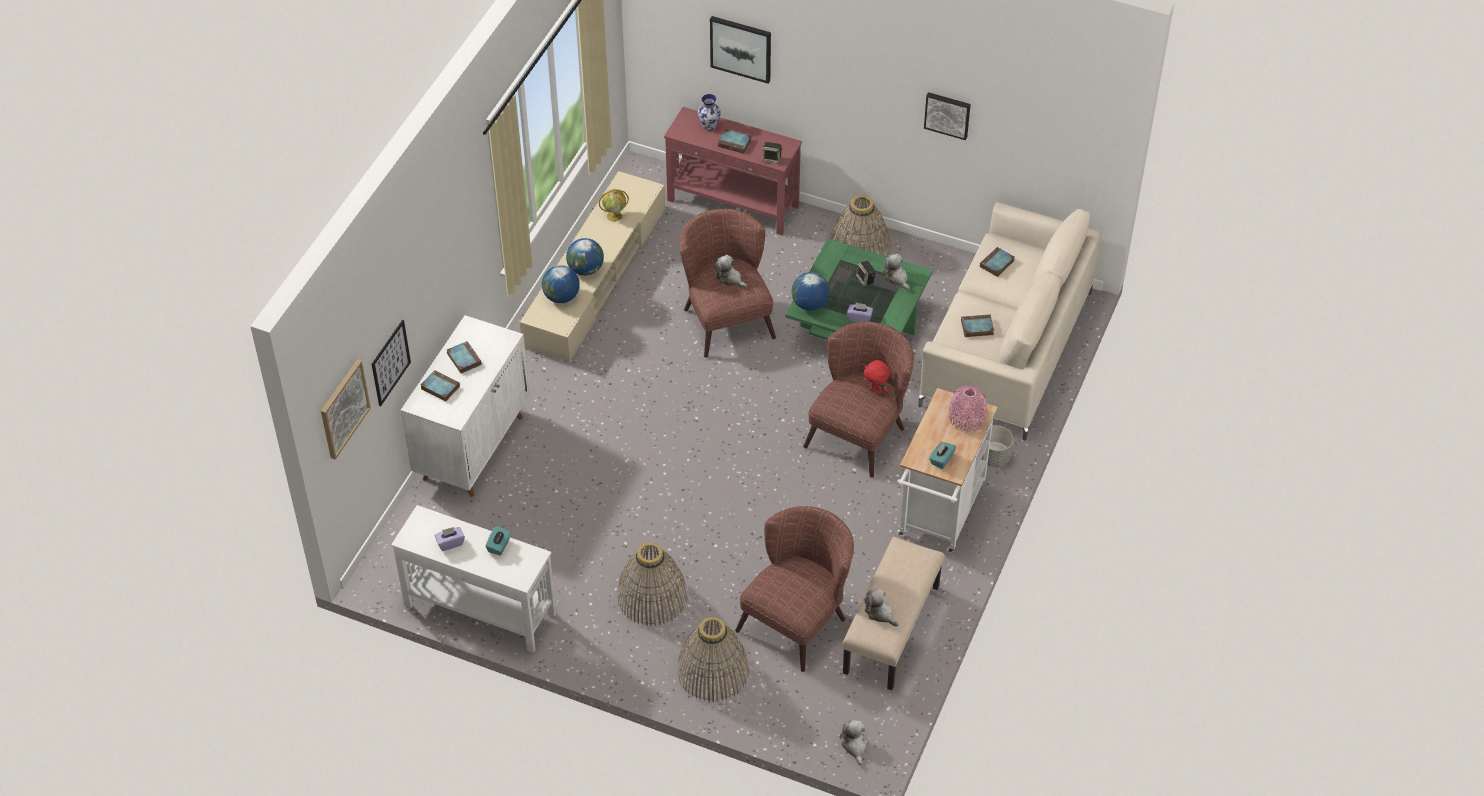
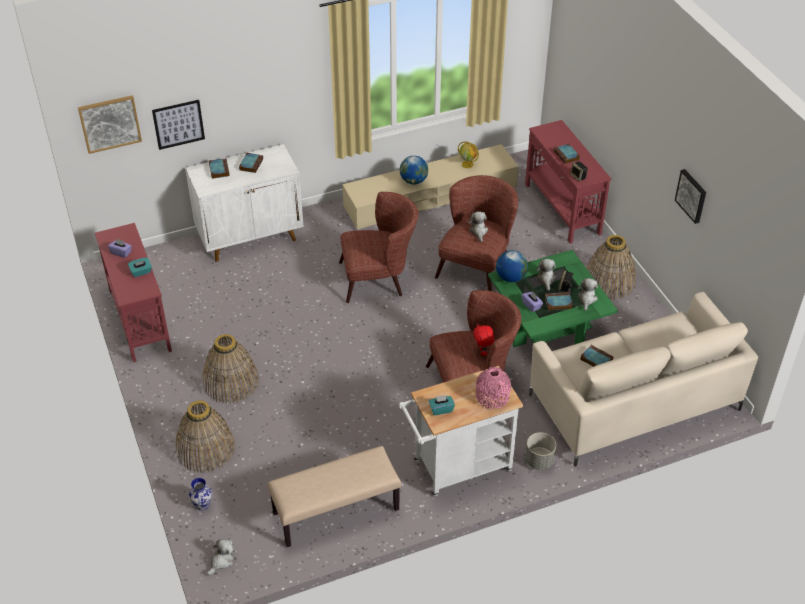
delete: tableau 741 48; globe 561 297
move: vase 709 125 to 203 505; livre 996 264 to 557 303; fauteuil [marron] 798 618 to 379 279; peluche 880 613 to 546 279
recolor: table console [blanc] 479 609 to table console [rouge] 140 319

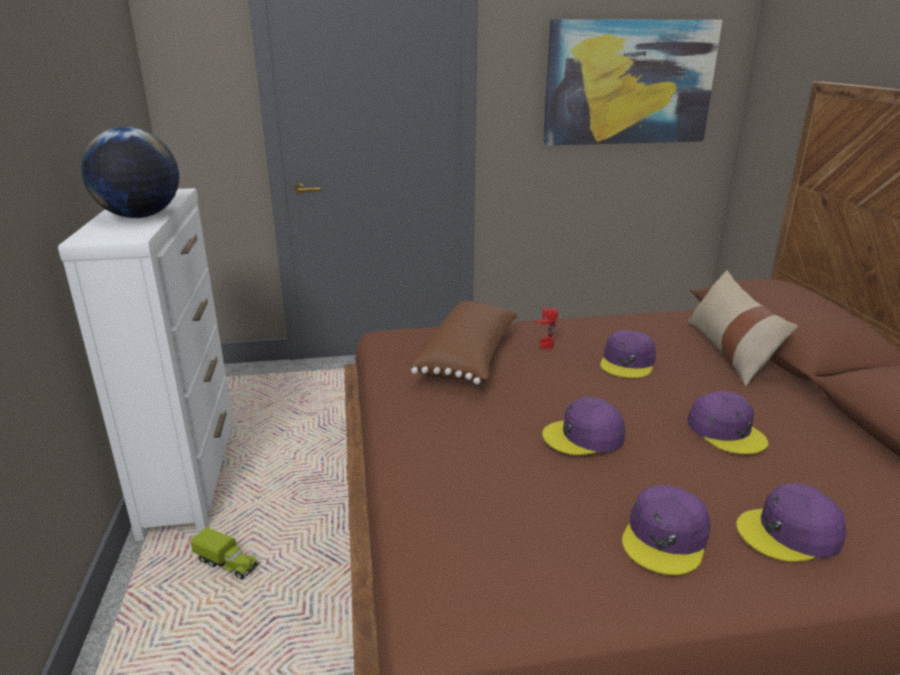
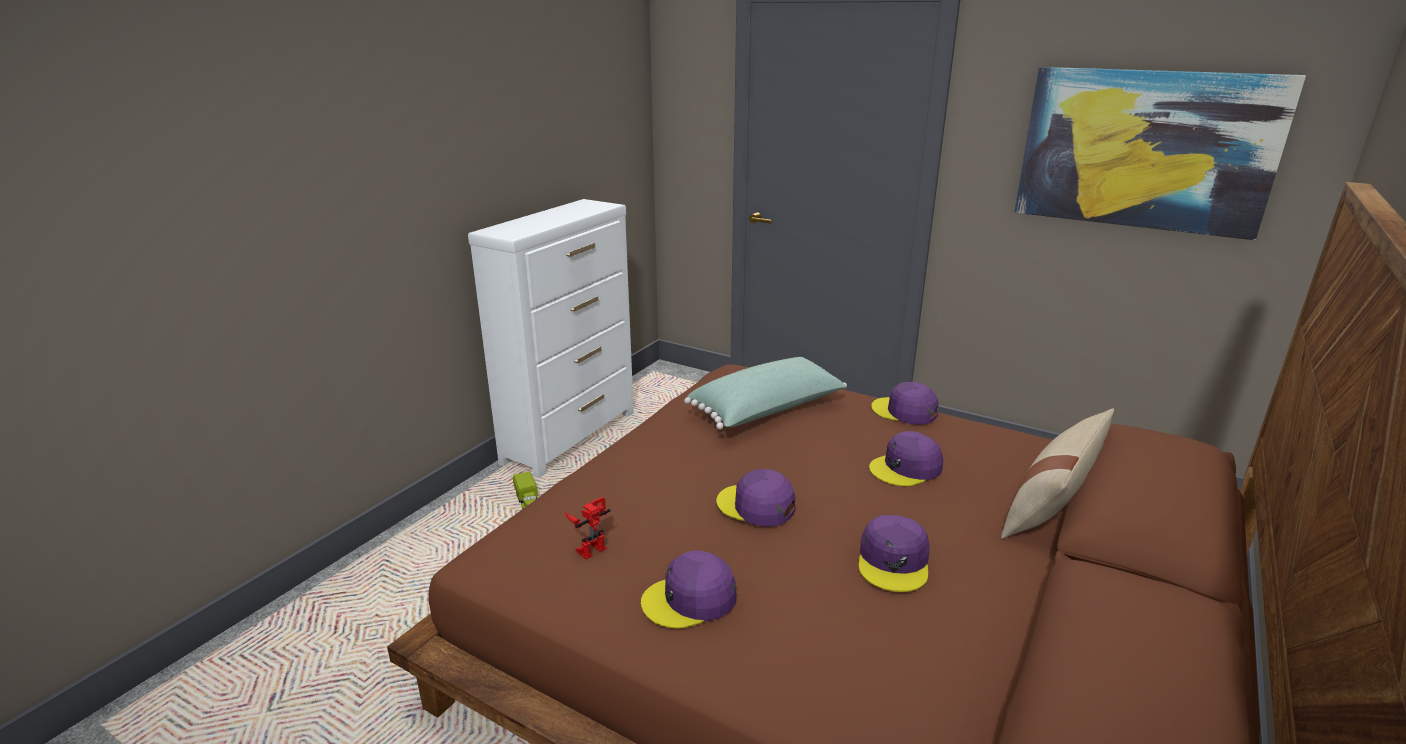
delete: globe 140 216
move: robot jouet 543 344 to 590 547; casquette [violet] 789 533 to 904 411
recolor: coussin [marron] 469 358 to coussin [vert] 768 411

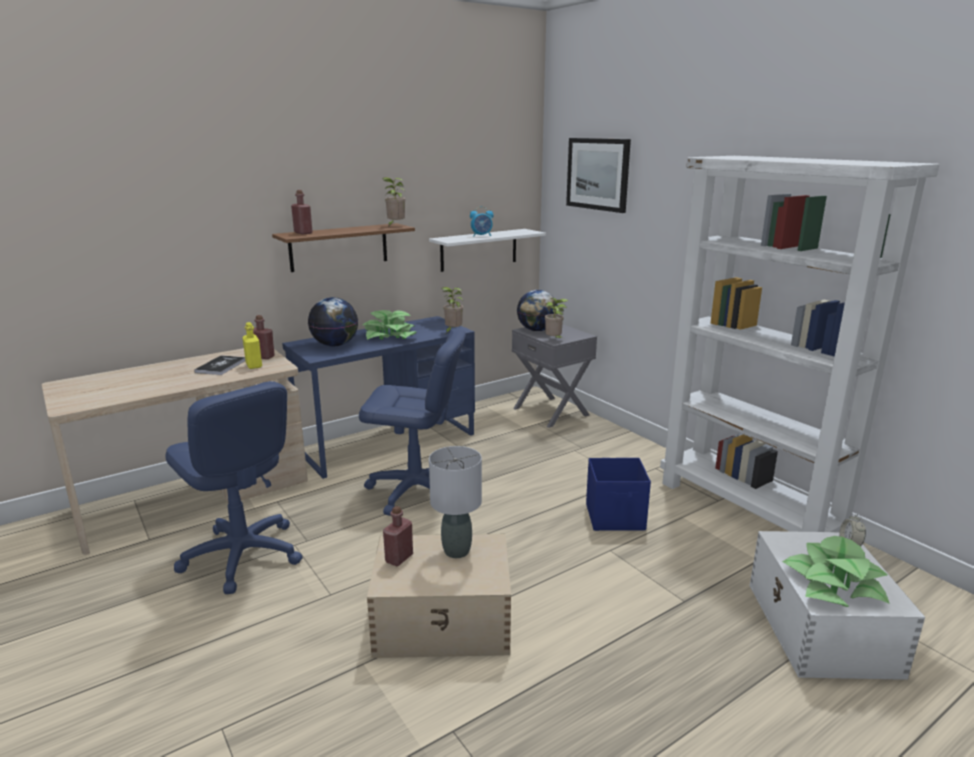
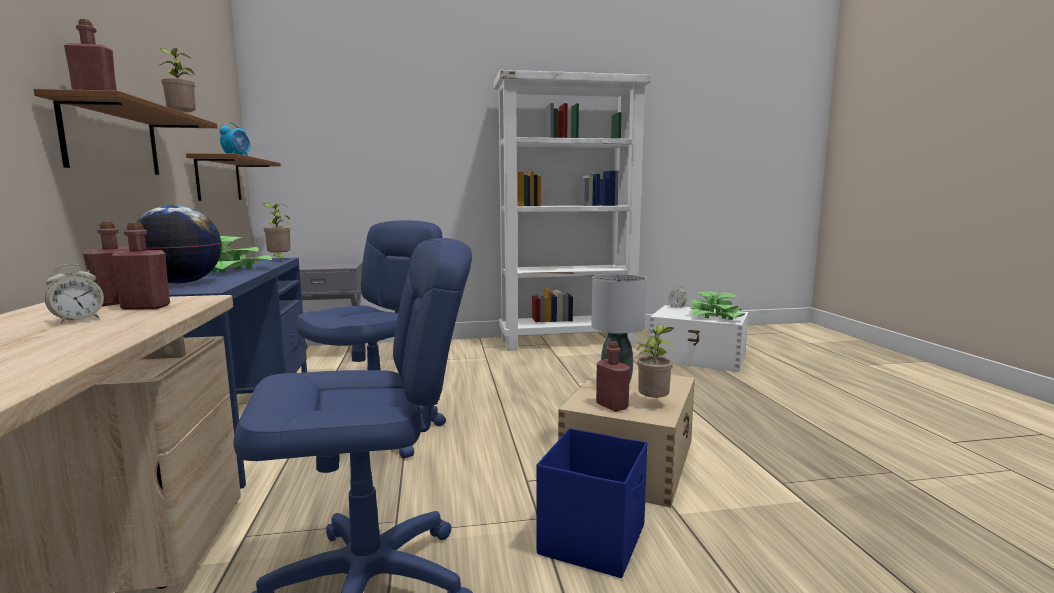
delete: tableau 598 174; globe 536 330
move: plante en pot 554 340 to 654 403; boîte de rangement [bleu] 616 517 to 593 539
replace: livre 221 366 to réveil 77 320
recolor: étagère [blanc] 479 250 to étagère [marron] 219 179; bouteille [jaune] 254 365 to bouteille [rouge] 145 307

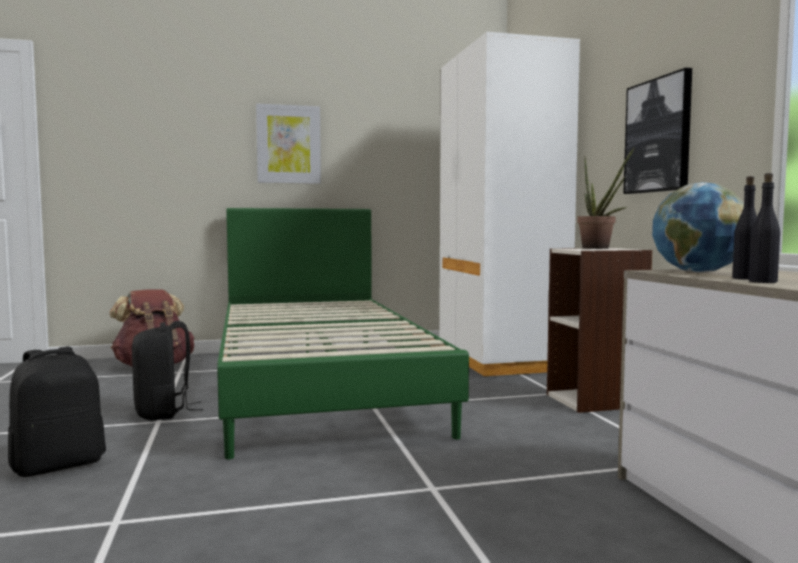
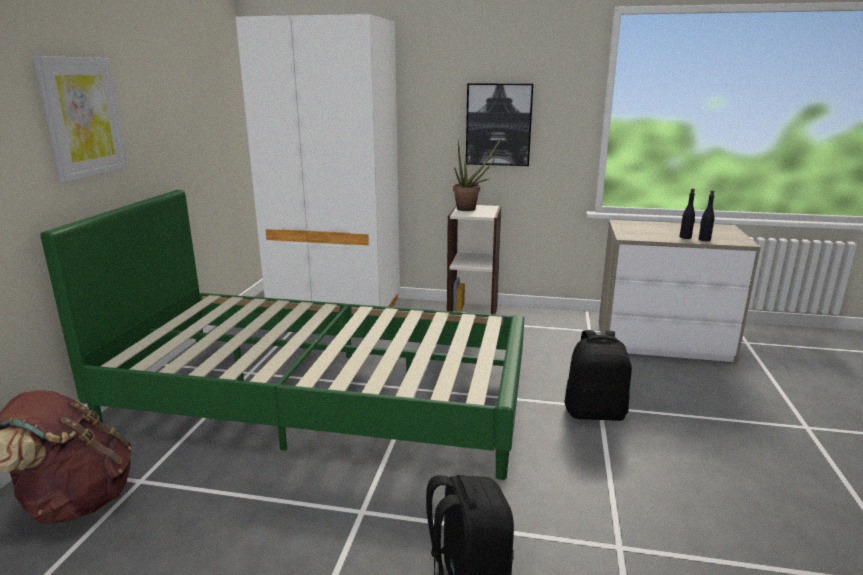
delete: globe 697 272
move: sac à dos [noir] 164 413 to 595 412

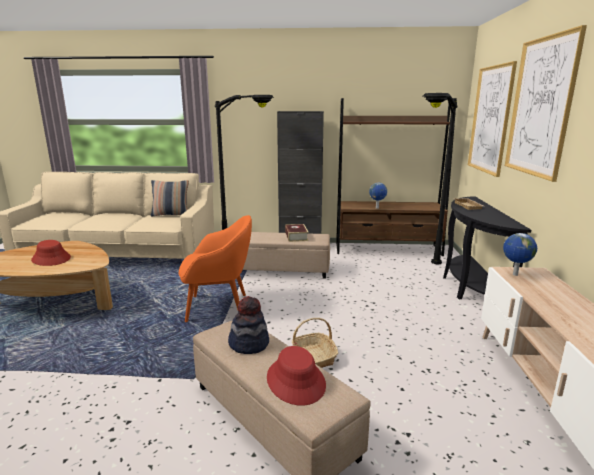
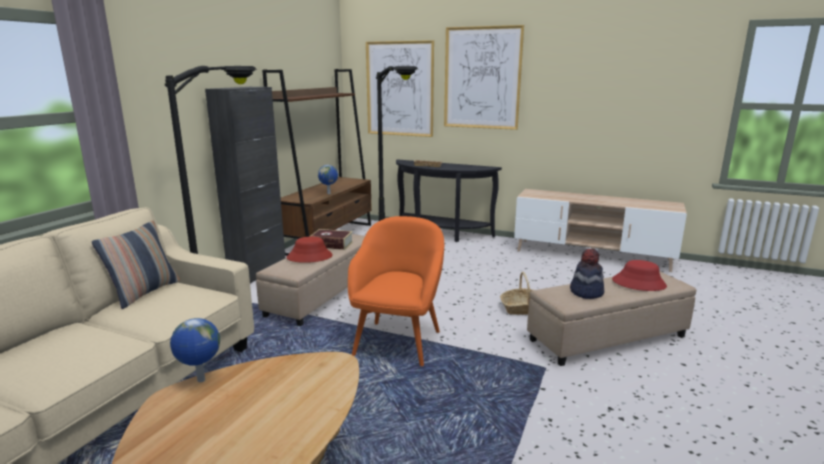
move: globe 514 274 to 200 380; chapeau [rouge] 51 259 to 309 257

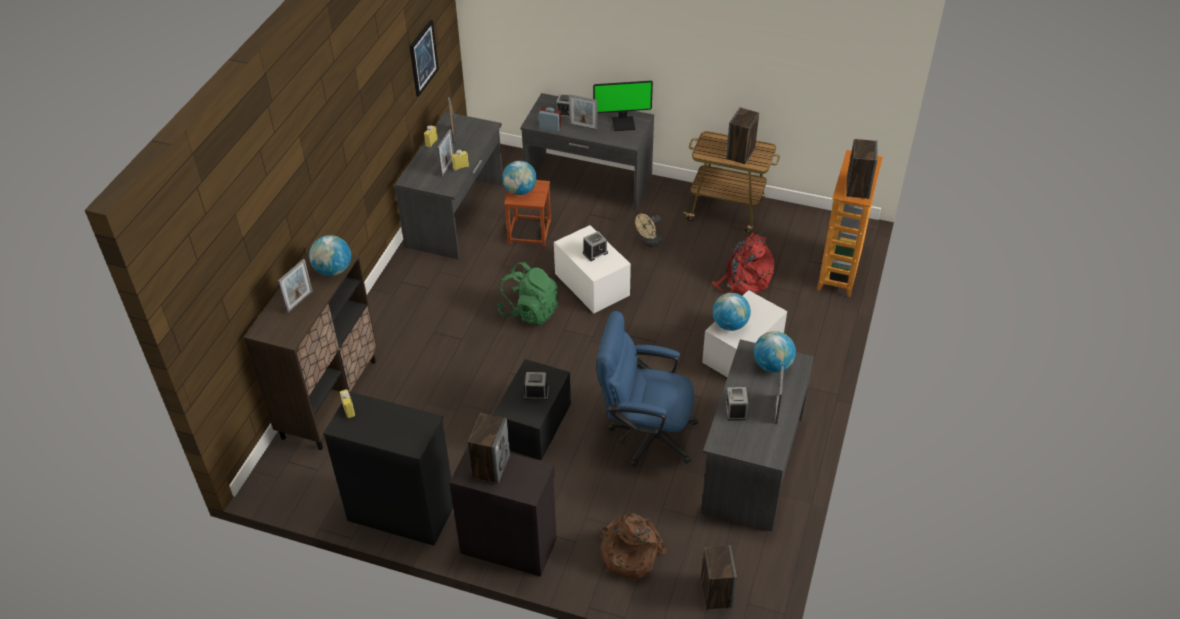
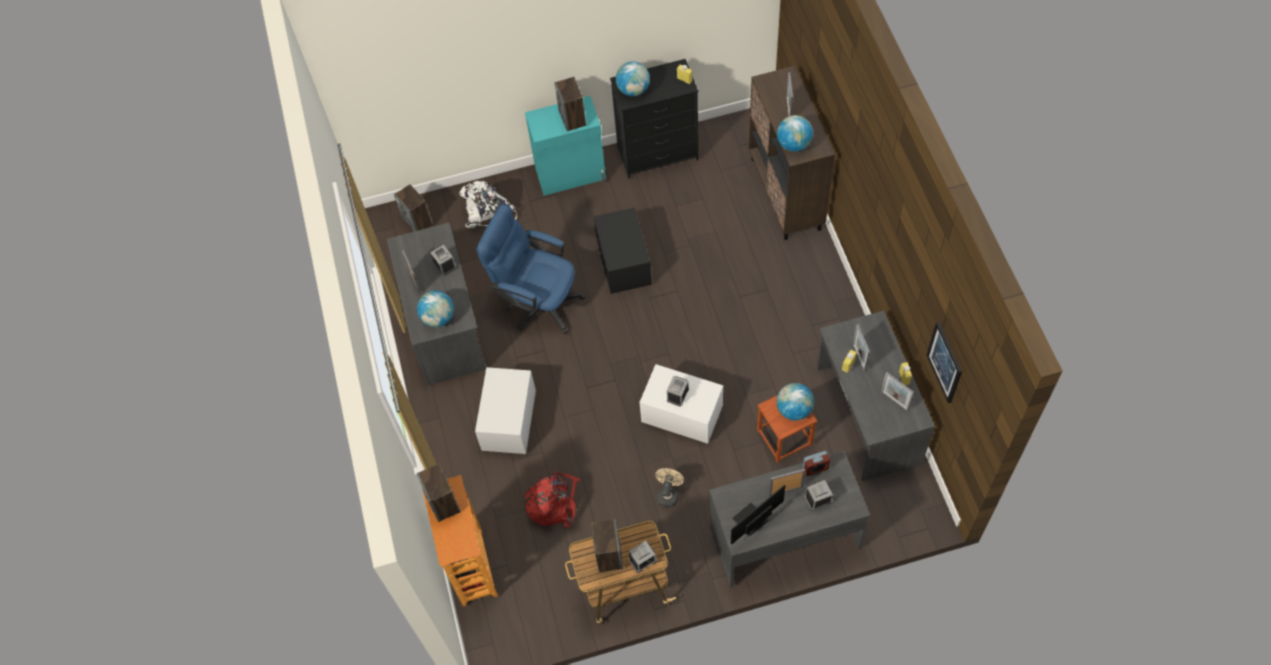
delete: sac à dos [vert] 529 311
move: globe 729 324 to 633 89; réveil 536 393 to 643 560
recolor: meuble de rangement [noir] 508 544 to meuble de rangement [turquoise] 571 174; sac à dos [marron] 628 553 to sac à dos [blanc] 490 213
rotate: chaise de bureau [bleu] 645 434 = 537 302 135 degrees counterclockwise

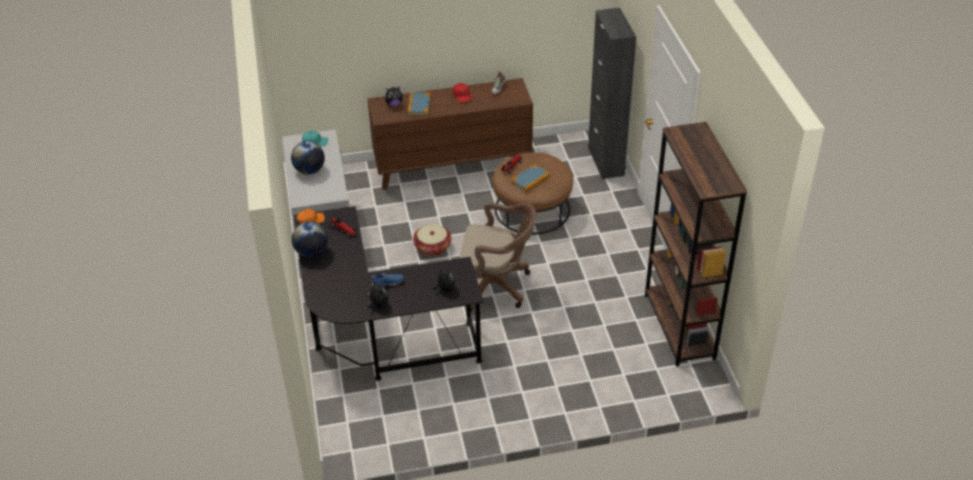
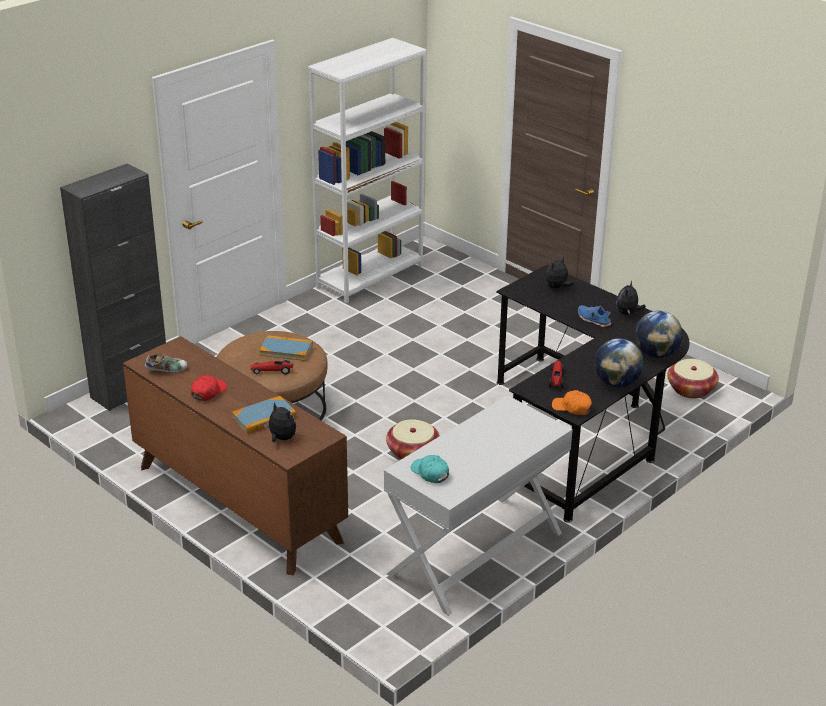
delete: chaise de bureau [marron] 495 286
insert: panier 691 389
move: globe 309 170 to 656 354
recolor: bibliothèque [marron] 679 326 to bibliothèque [blanc] 370 276

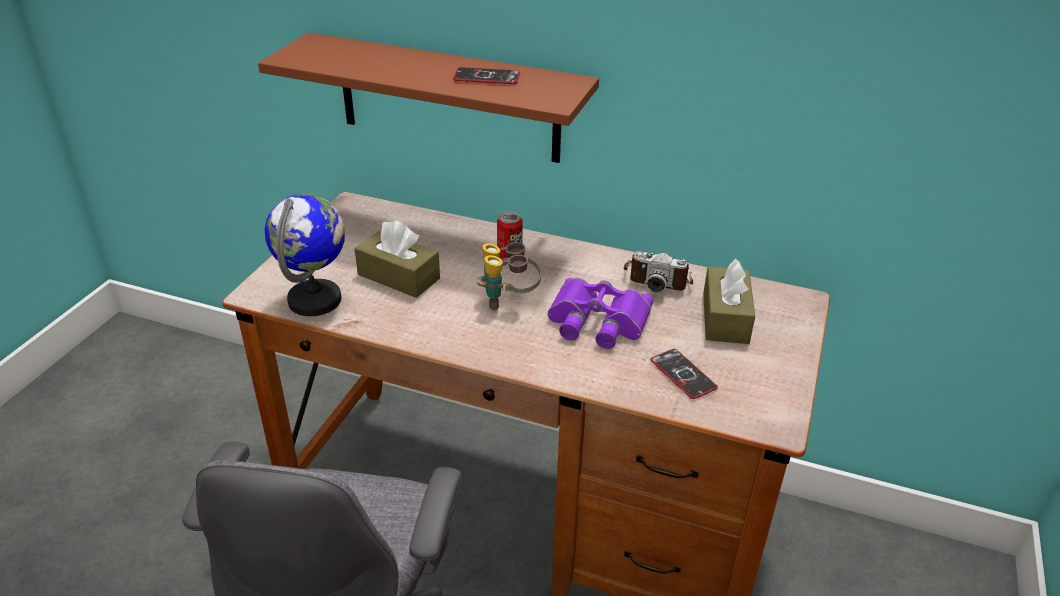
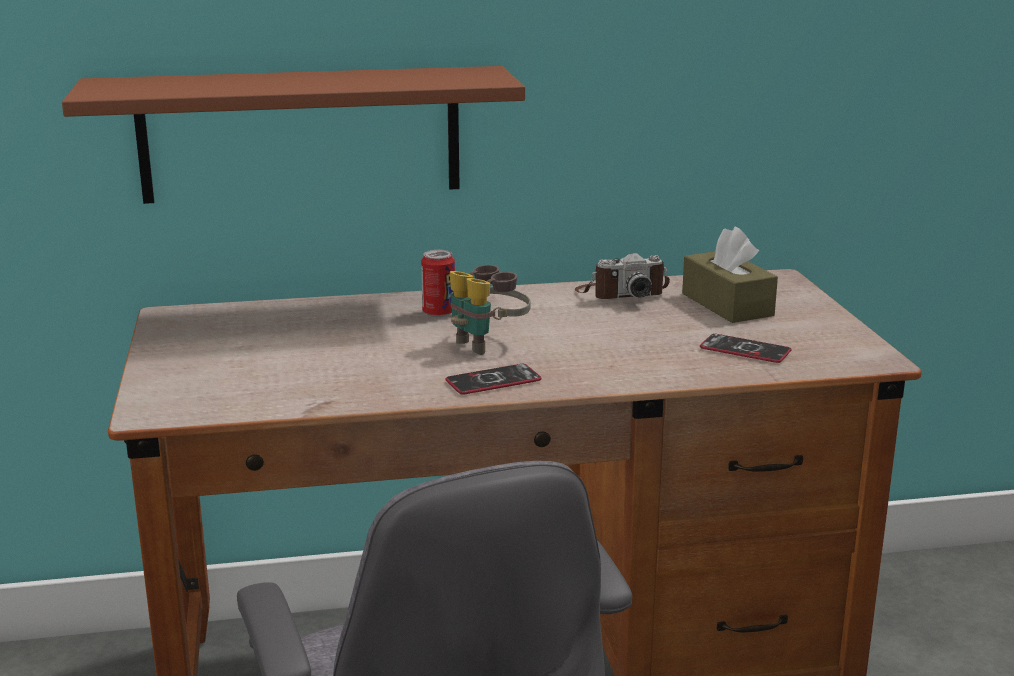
delete: globe 315 300; boîte à mouchoirs [marron] 398 276; jumelles [violet] 596 322
move: téléphone 486 77 to 493 381

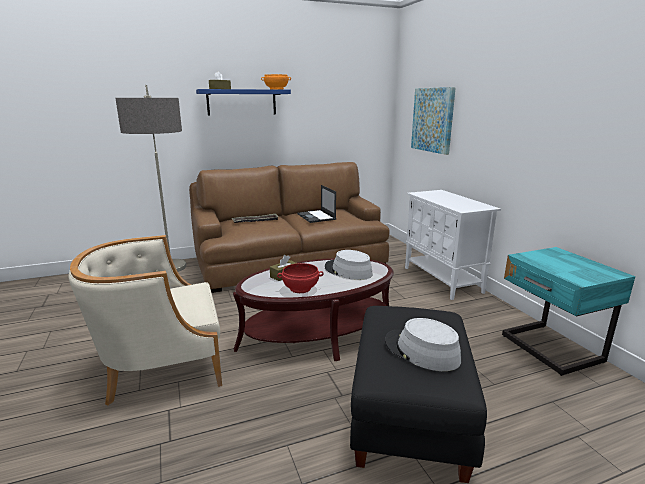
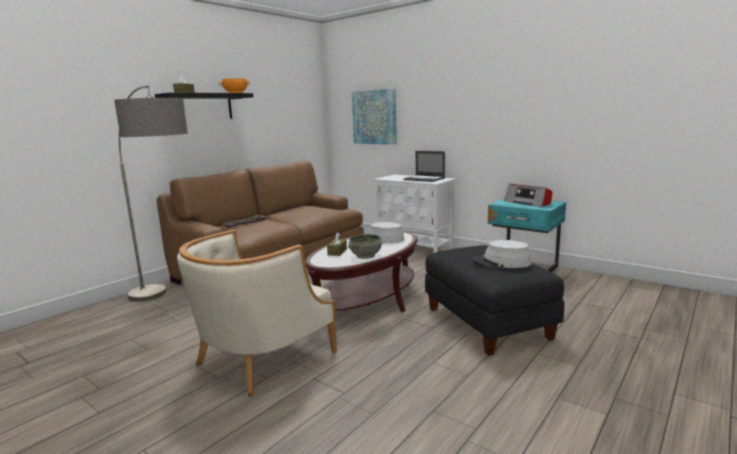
insert: radio 528 202
move: ordinateur portable 316 217 to 424 179
recolor: étagère [bleu] 241 102 to étagère [noir] 200 107; bol [rouge] 300 289 to bol [gris] 365 256

